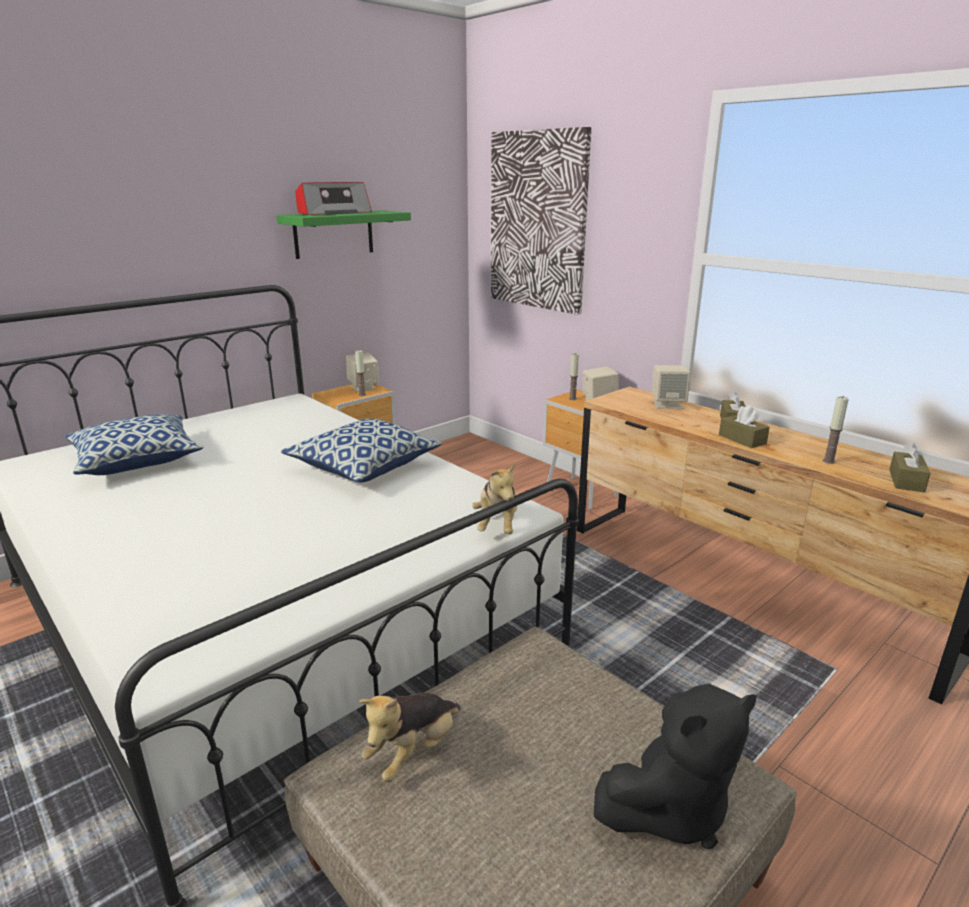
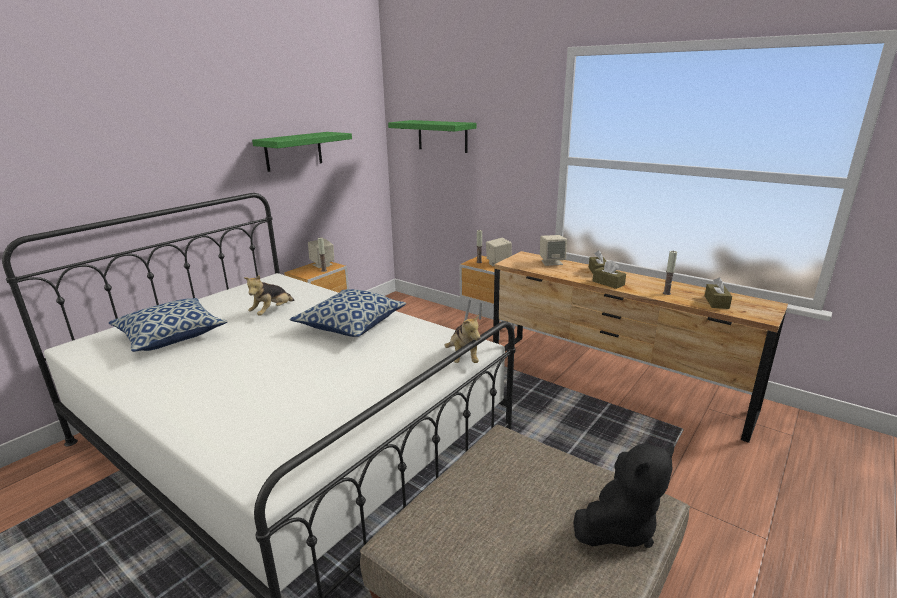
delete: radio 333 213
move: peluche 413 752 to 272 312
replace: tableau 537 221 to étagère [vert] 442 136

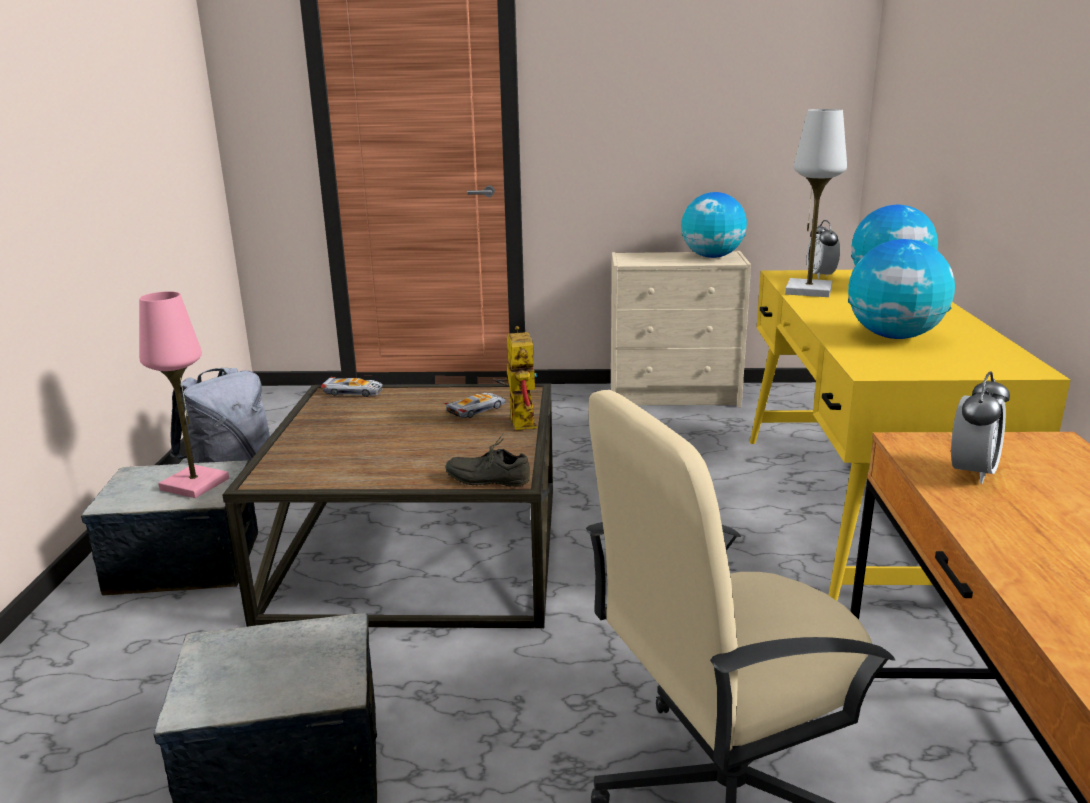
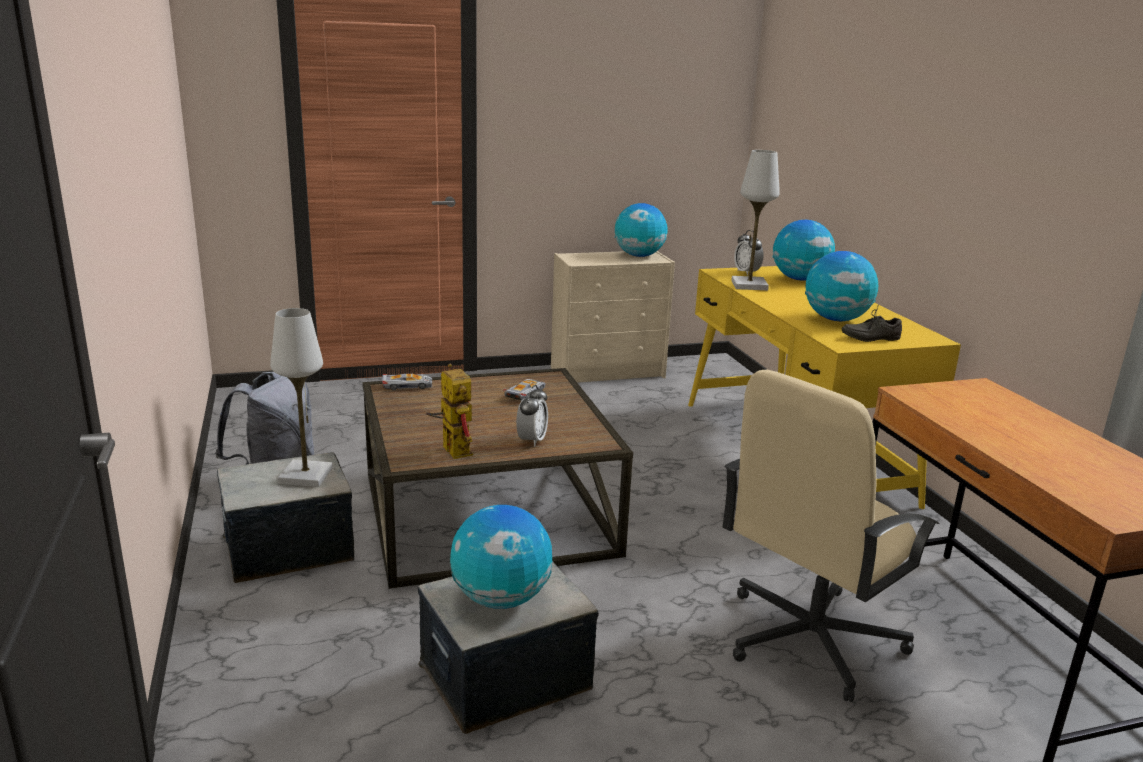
insert: globe 501 599
move: robot jouet 518 420 to 451 448; réveil 972 472 to 532 440; chaussure [gris] 488 478 to 869 337
recolor: lampe de table [rose] 195 484 to lampe de table [blanc] 306 476

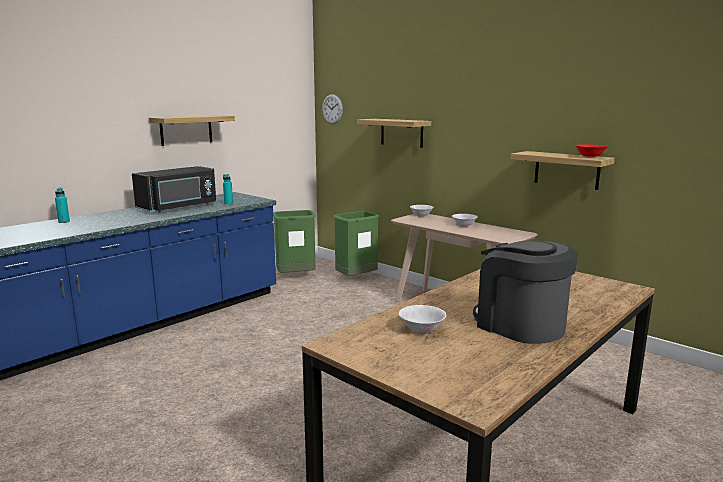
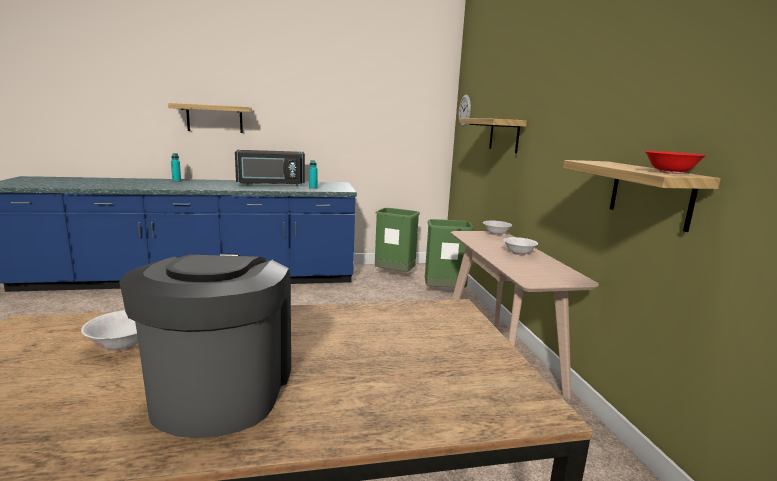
move: étagère 186 130 to 214 118

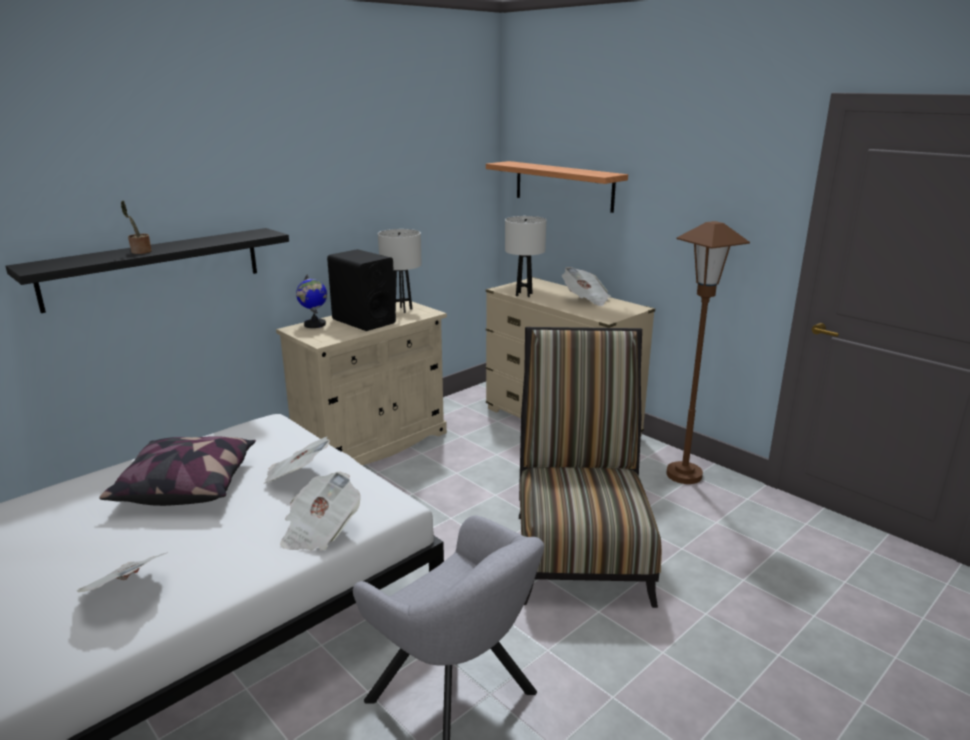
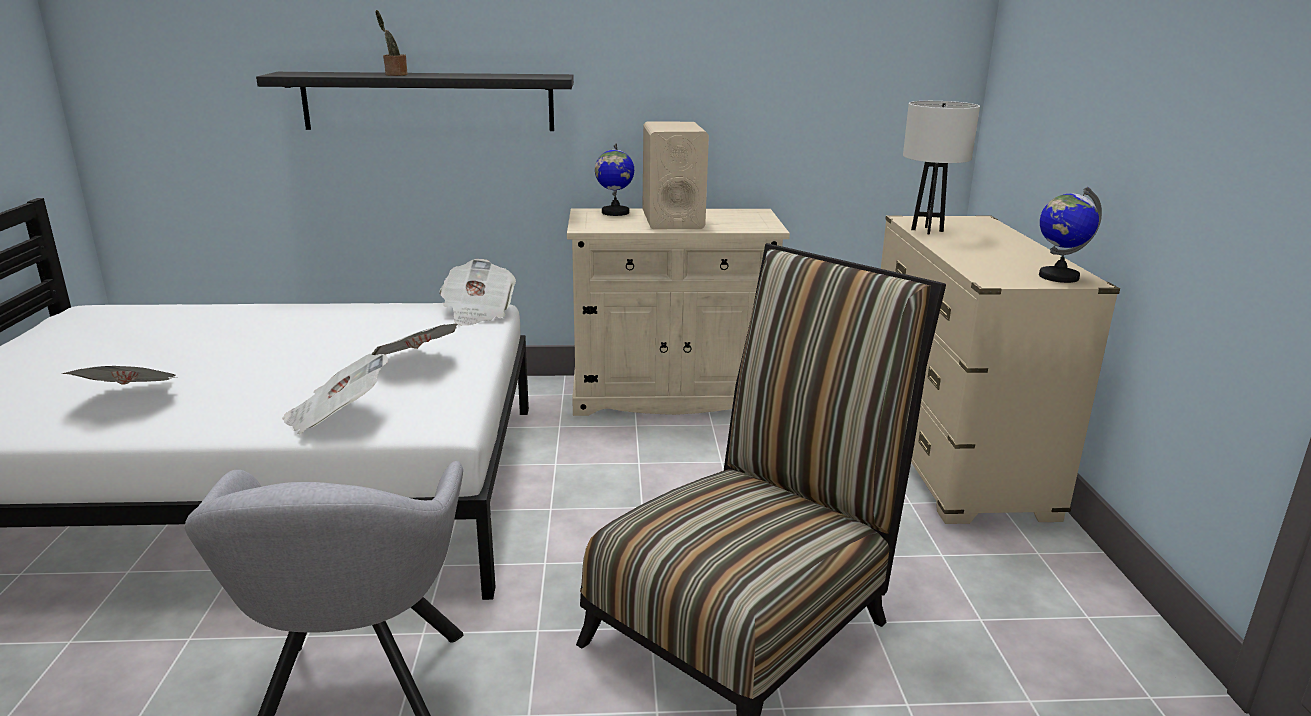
delete: étagère 563 186; lampadaire [marron] 684 475; lampe de table [blanc] 402 310; coussin 187 486
insert: globe 1058 277
move: journal 586 299 to 478 312
recolor: enceinte [noir] 363 321 to enceinte [beige] 672 220

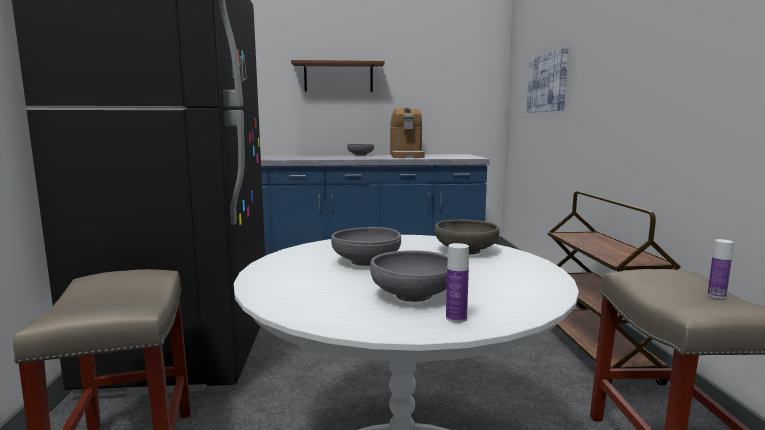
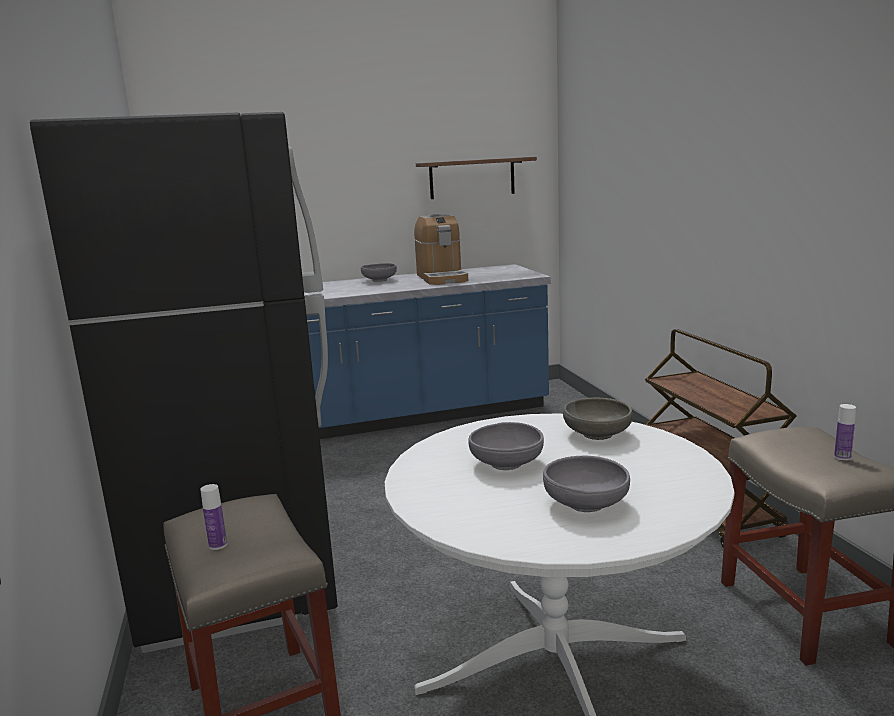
delete: tableau 547 83
move: étagère [marron] 338 77 to 472 178; bouteille 456 318 to 218 545

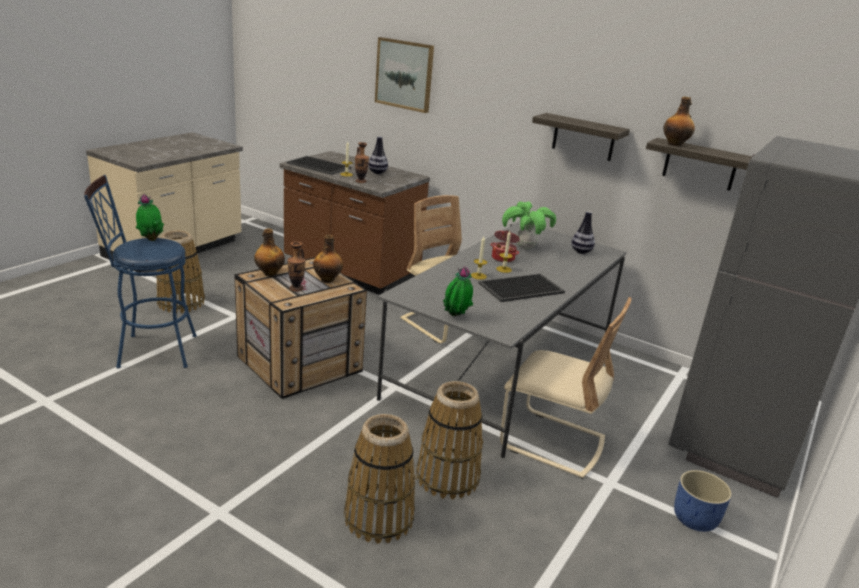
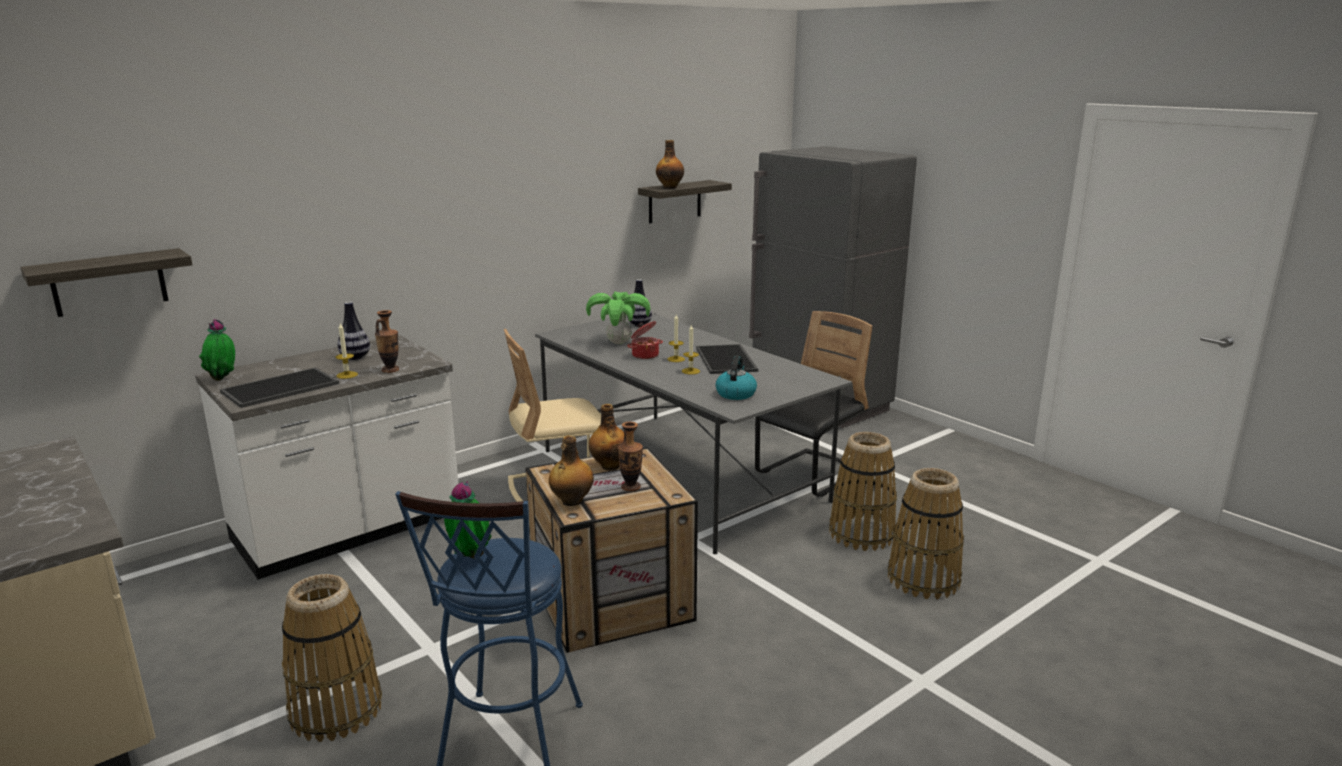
delete: tableau 404 74; cache-pot [bleu] 695 519
insert: bouilloire 735 393
move: étagère 583 137 to 109 282; plante en pot 456 317 to 223 380
recolor: comptoir de cuisine [marron] 350 272 to comptoir de cuisine [blanc] 348 530; chaise [beige] 552 442 to chaise [noir] 810 475

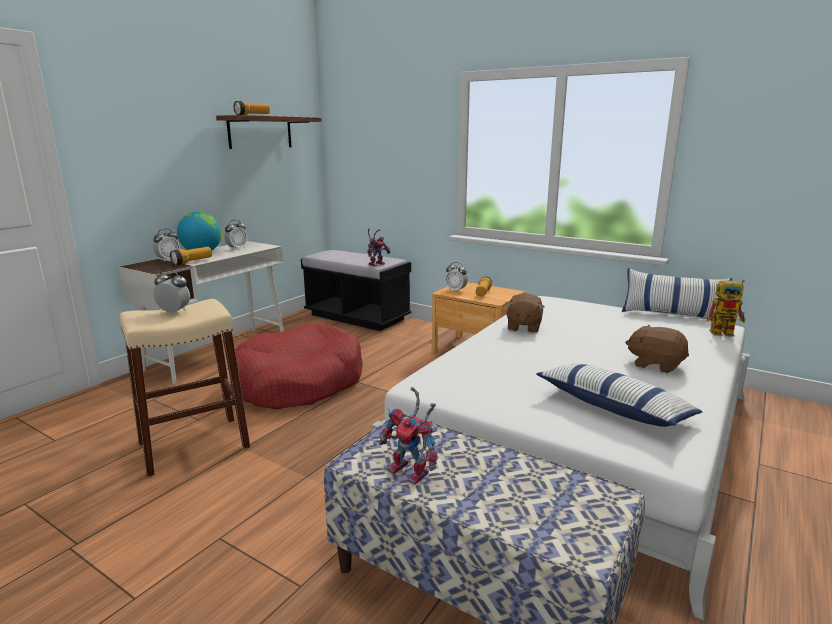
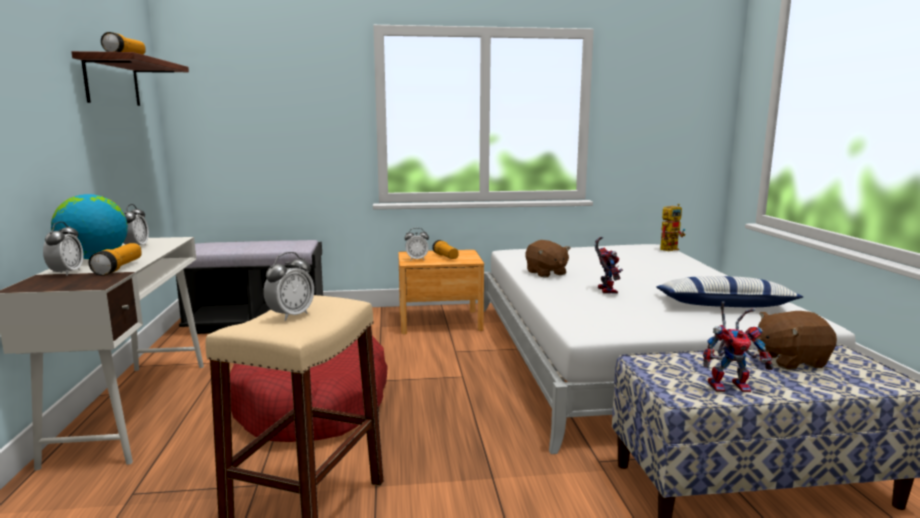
delete: coussin 672 314
move: robot jouet 377 264 to 604 289; peluche [marron] 655 364 to 790 360
rotate: réveil 174 312 = 291 315 150 degrees clockwise

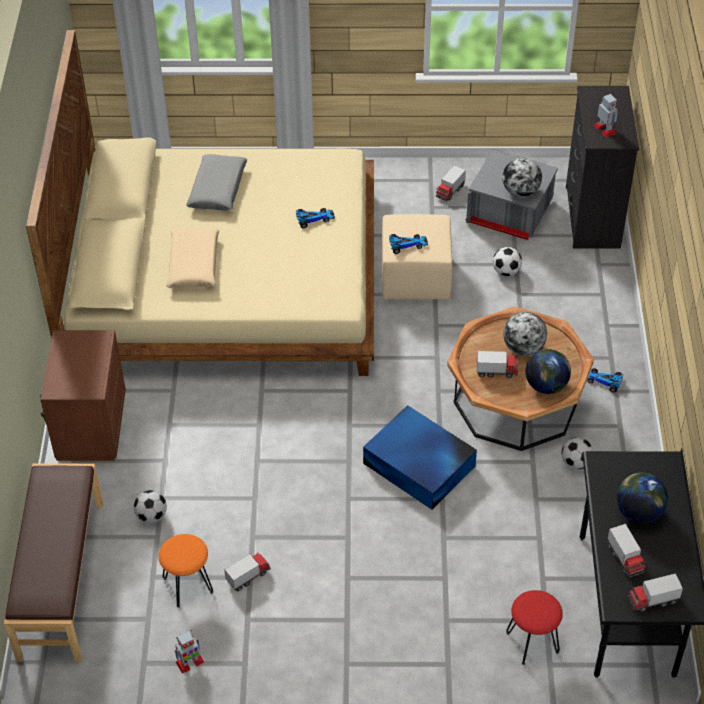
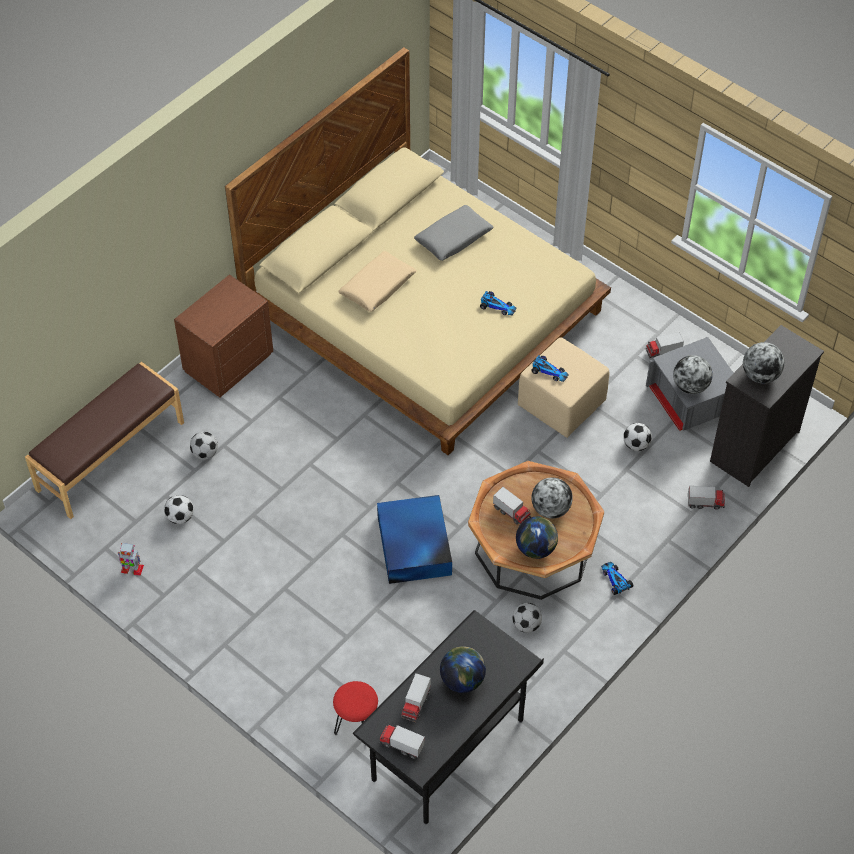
move: camion jouet 248 576 to 705 503
replace: robot jouet 605 129 to globe 760 375; tabouret [orange] 187 585 to ballon de foot 180 517

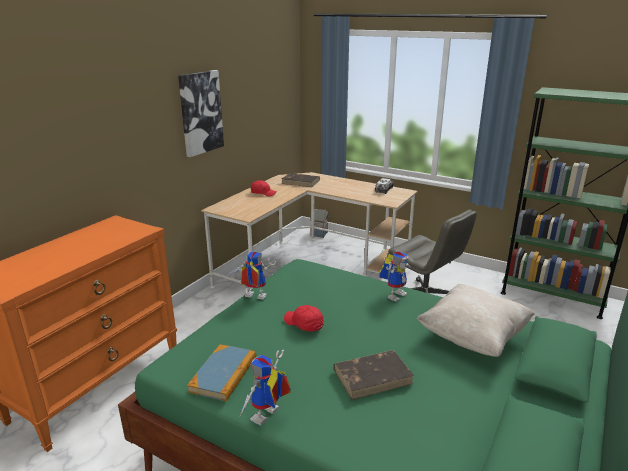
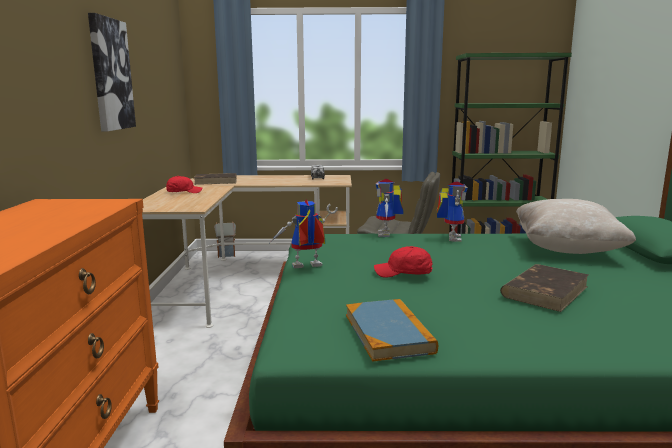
move: robot jouet 267 418 to 388 234

